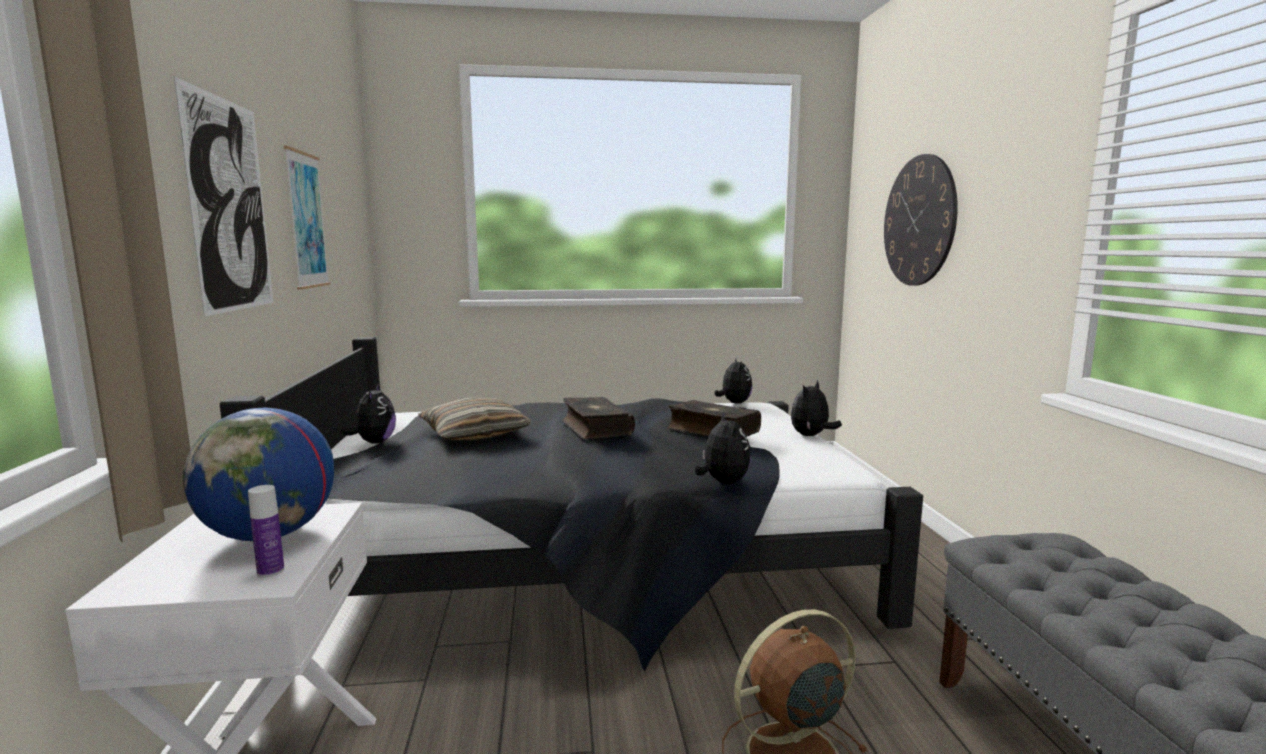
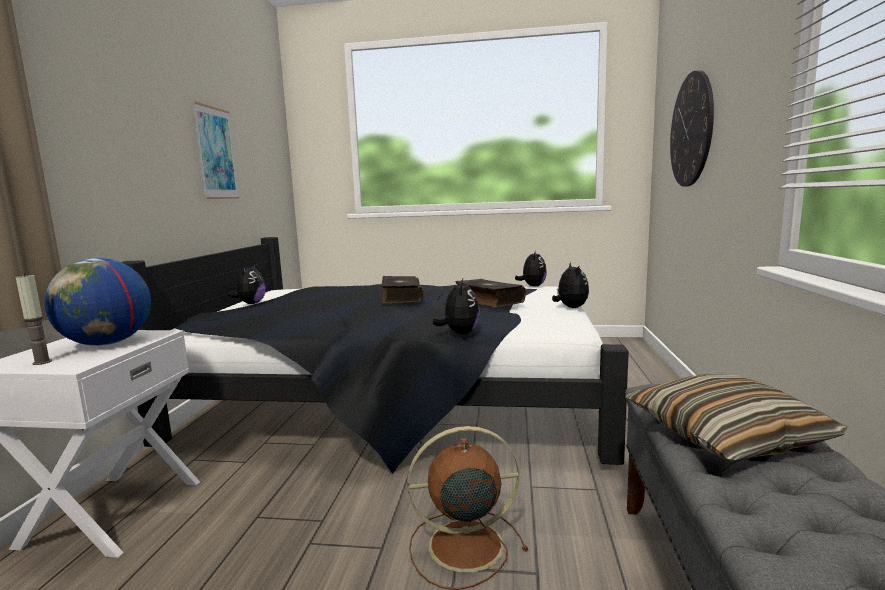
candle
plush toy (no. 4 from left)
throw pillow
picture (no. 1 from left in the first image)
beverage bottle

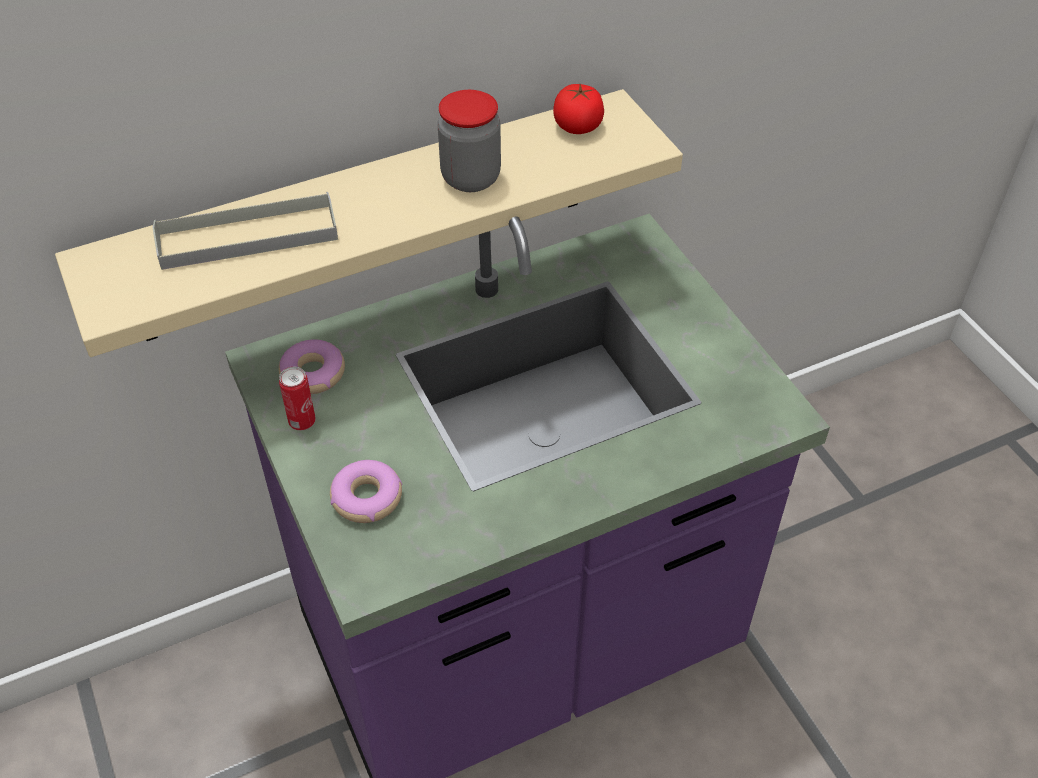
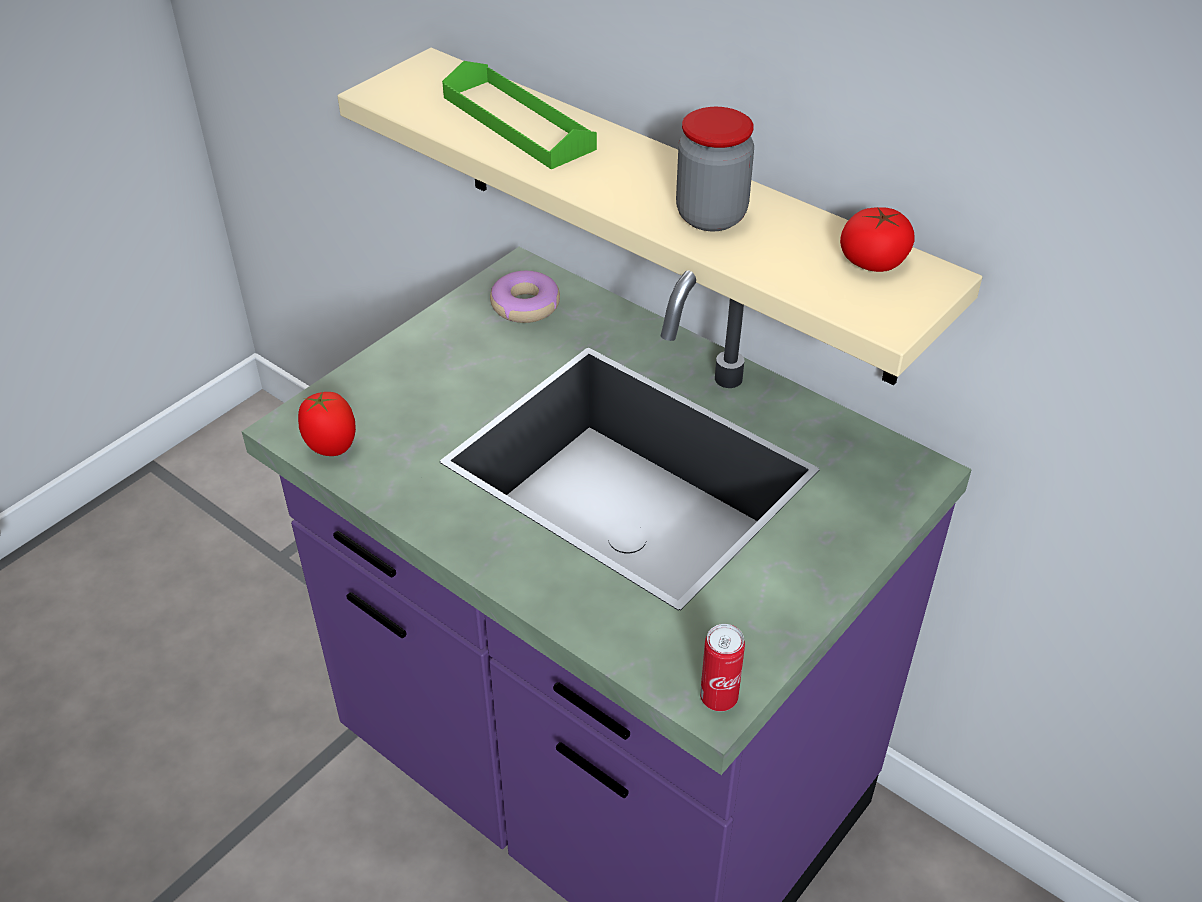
tomato (no. 1 from left)
green-coloured carrying tray
can
donut (no. 2 from left in the first image)

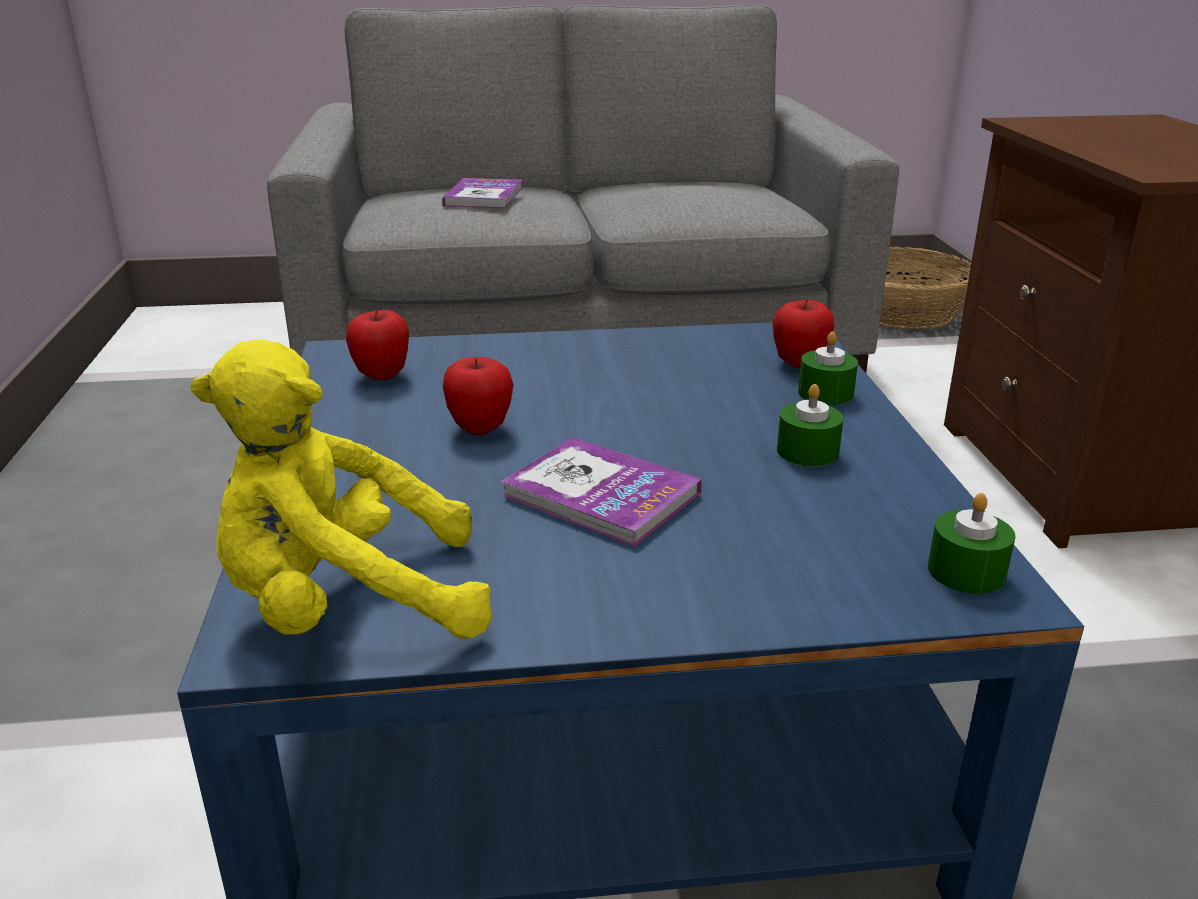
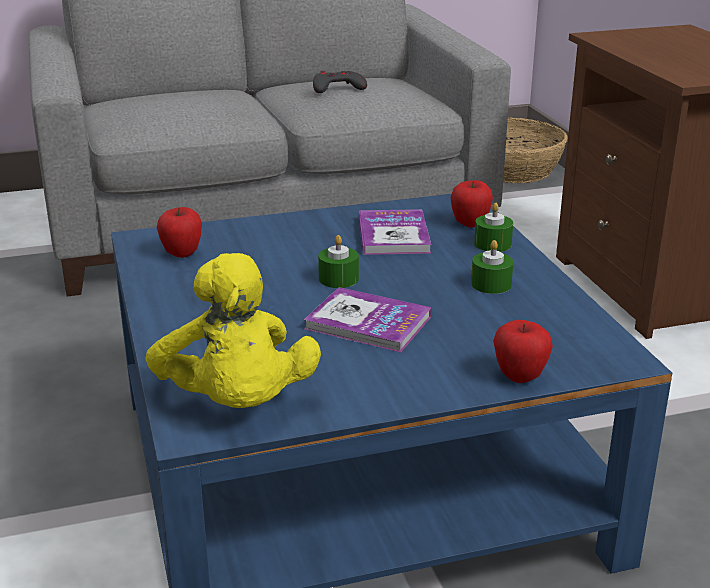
yellow-coloured plush toy
gray joypad
green-coloured candle (no. 1 from left)
volume (no. 2 from left)
apple fruit (no. 3 from left)

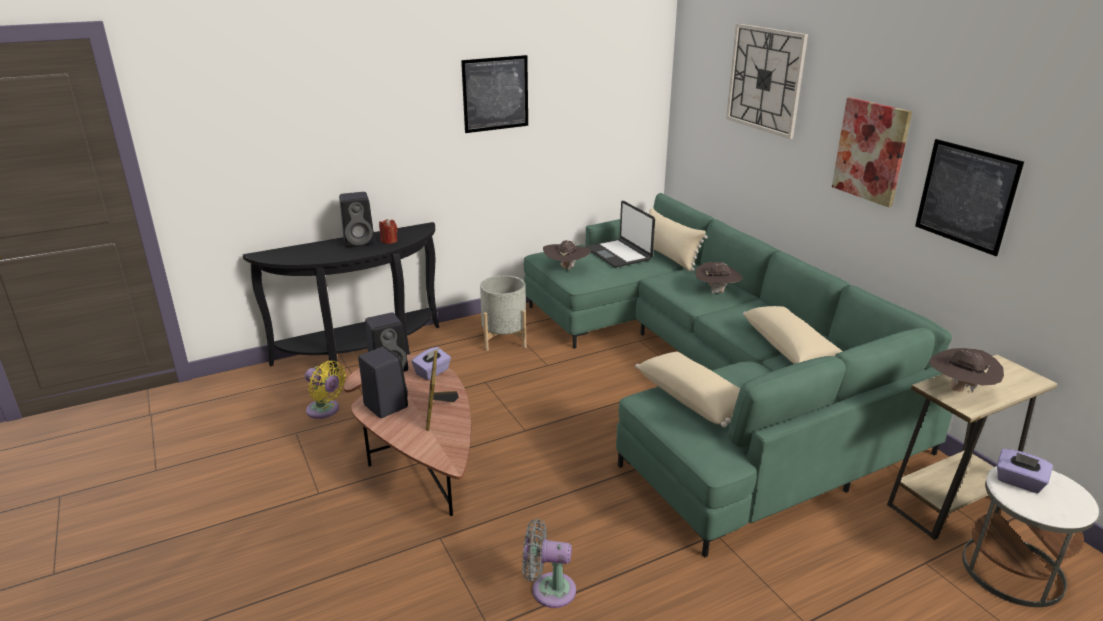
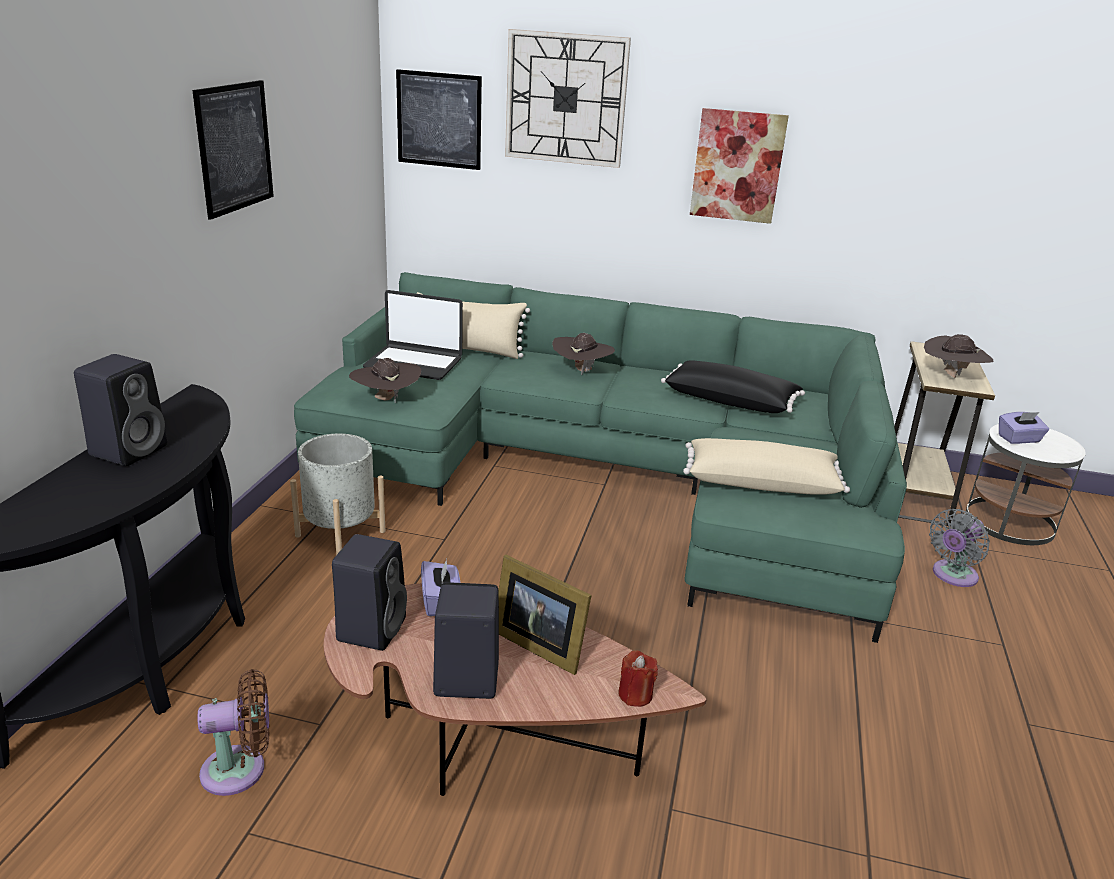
brown cooling fan
picture (no. 2 from left)
reddish candle
black throw pillow
gray cooling fan

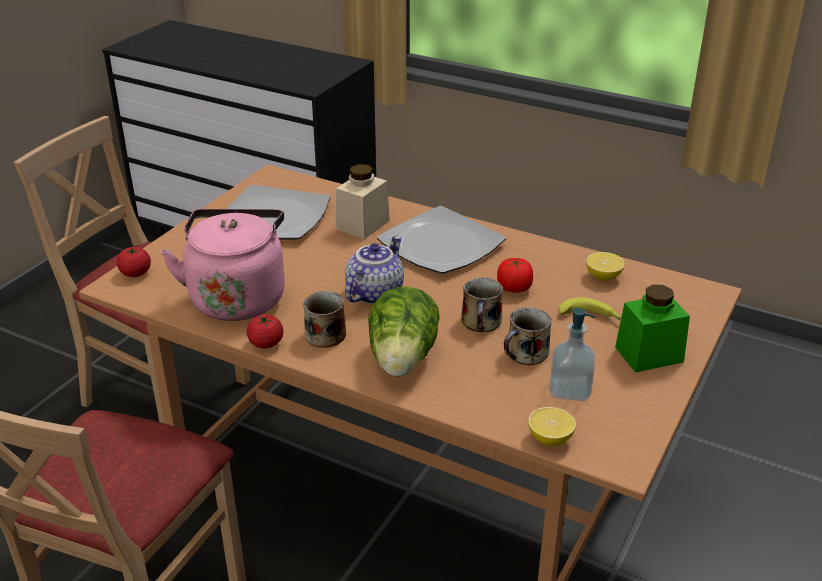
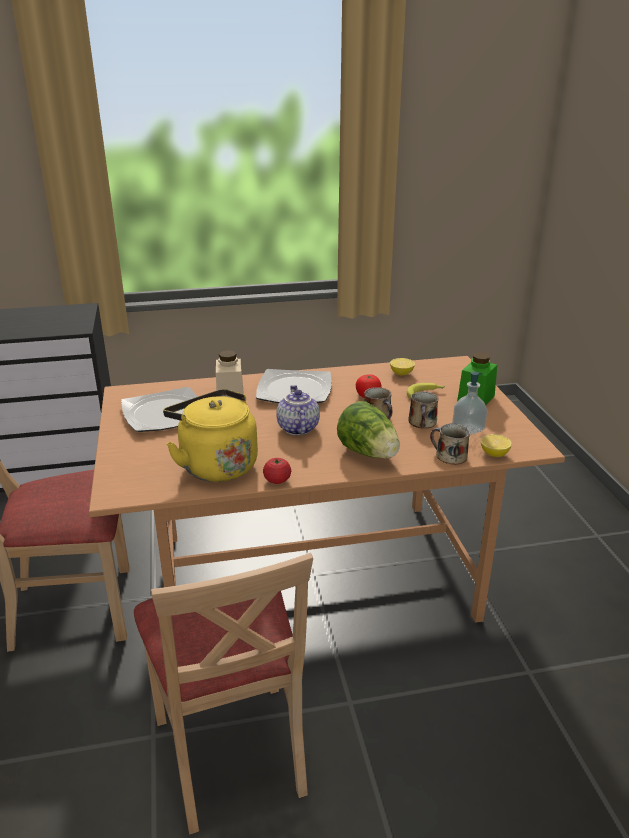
yellow-coloured kettle
coffee mug (no. 3 from left)
tomato (no. 1 from left in the first image)

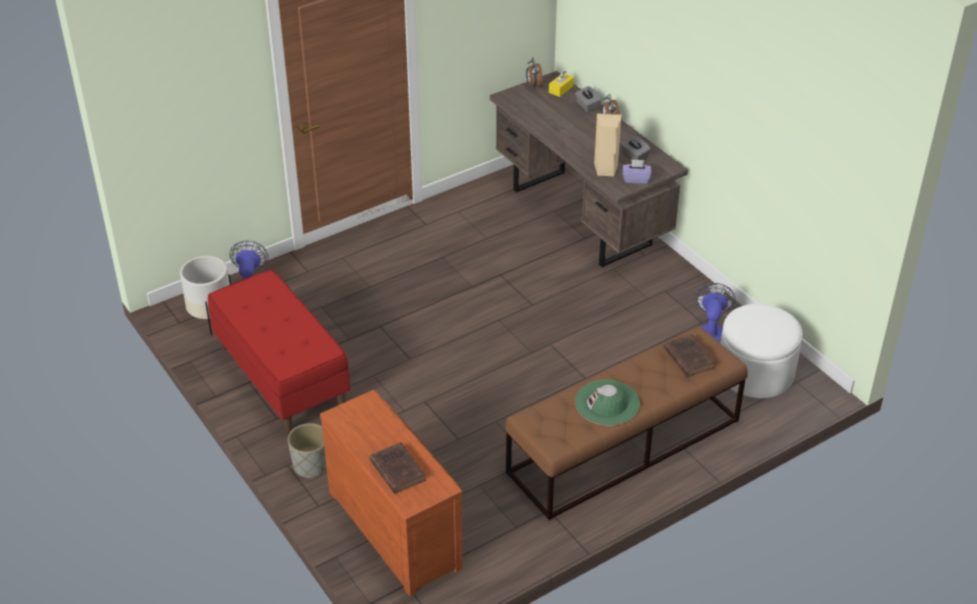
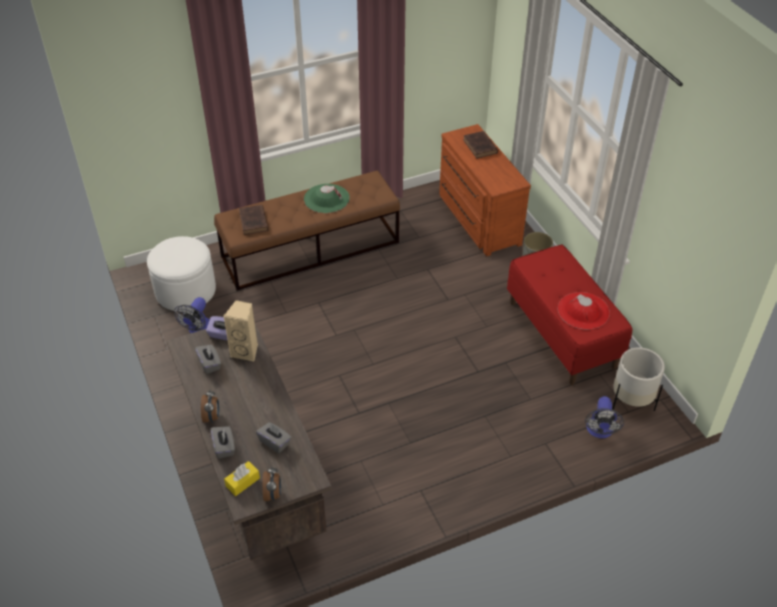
gray box of tissues (no. 3 from left)
reddish hat

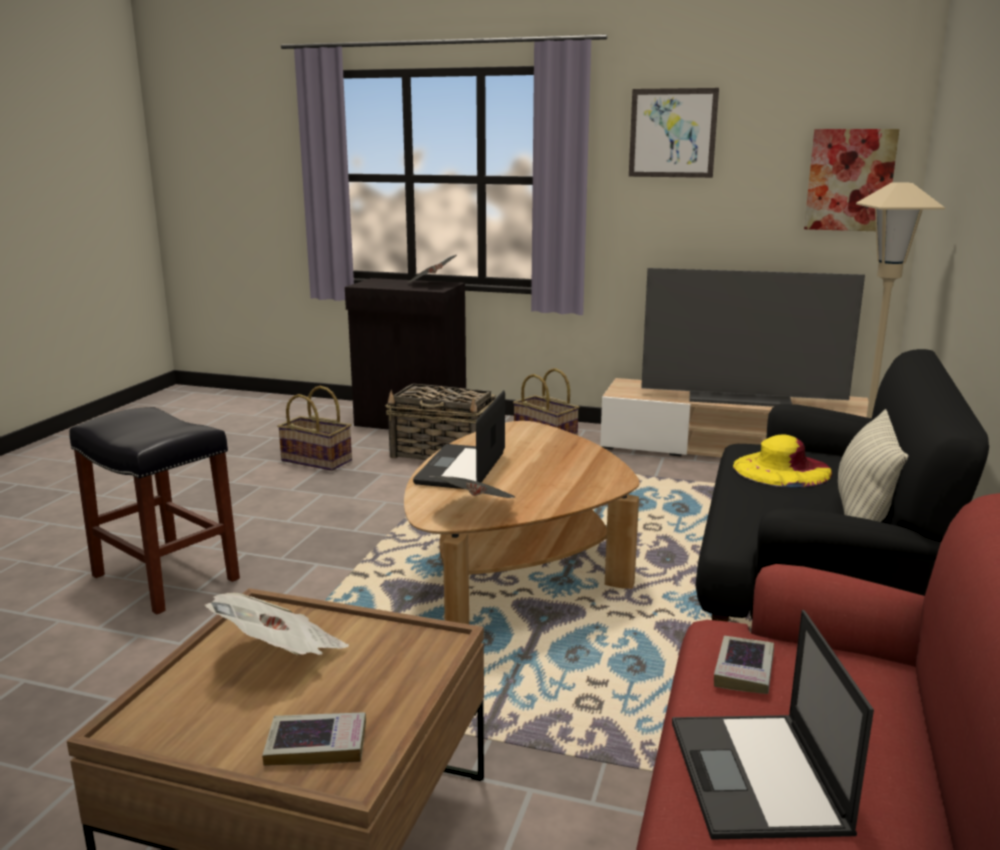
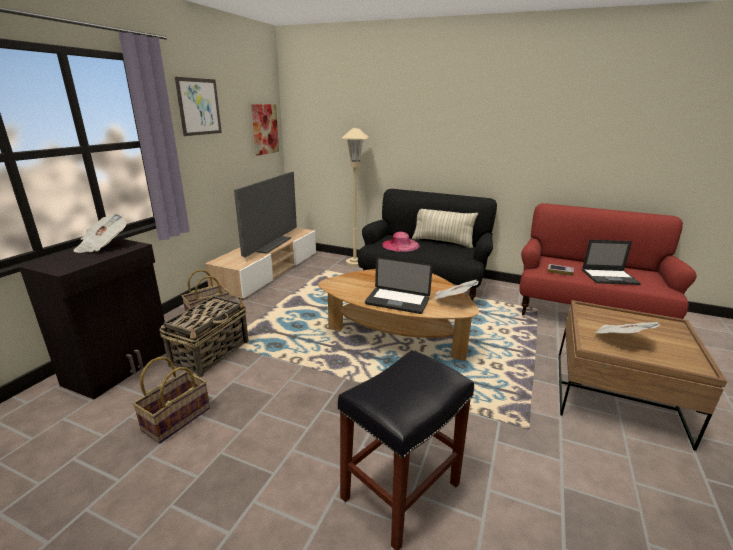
pinkish hat
volume (no. 1 from left in the first image)

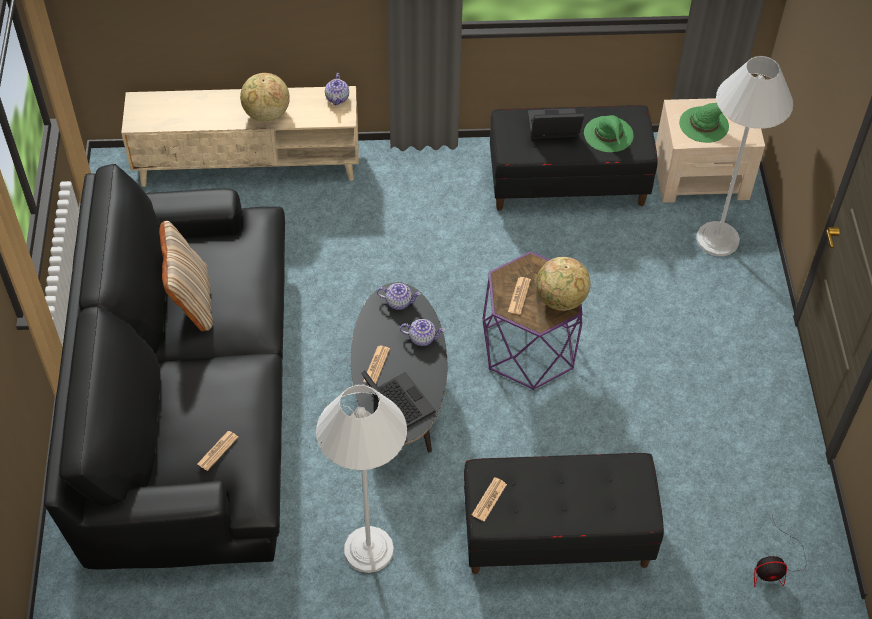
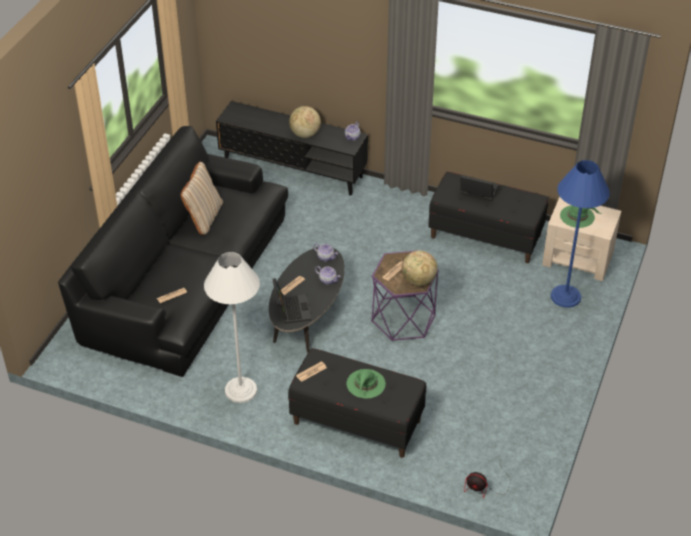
black tv unit
green-coloured hat (no. 1 from left)
blue standard lamp

